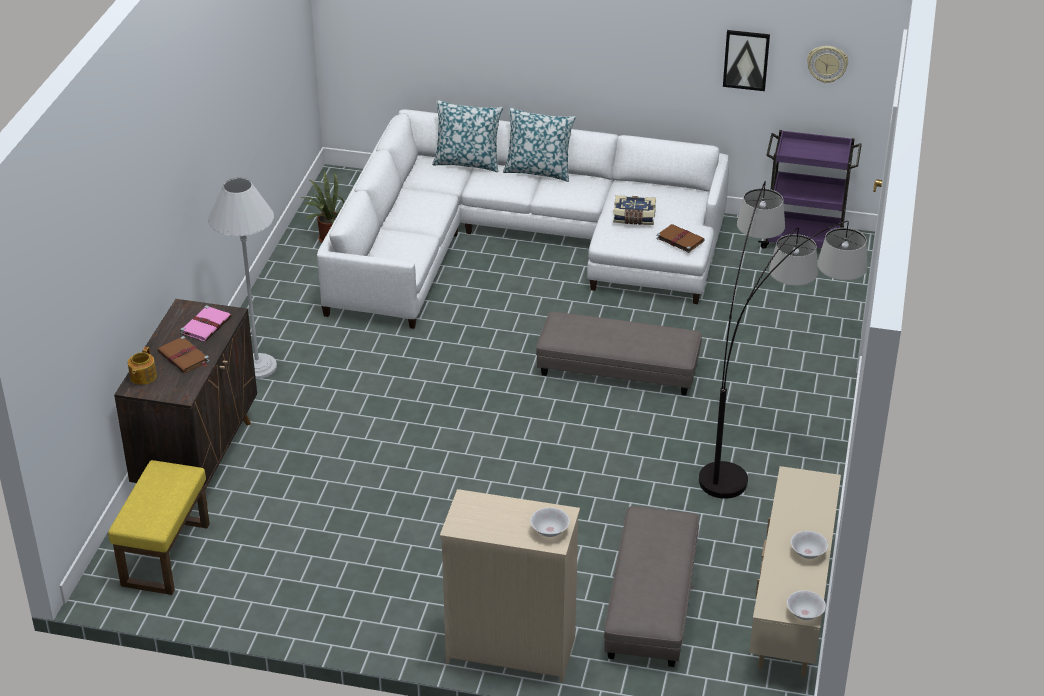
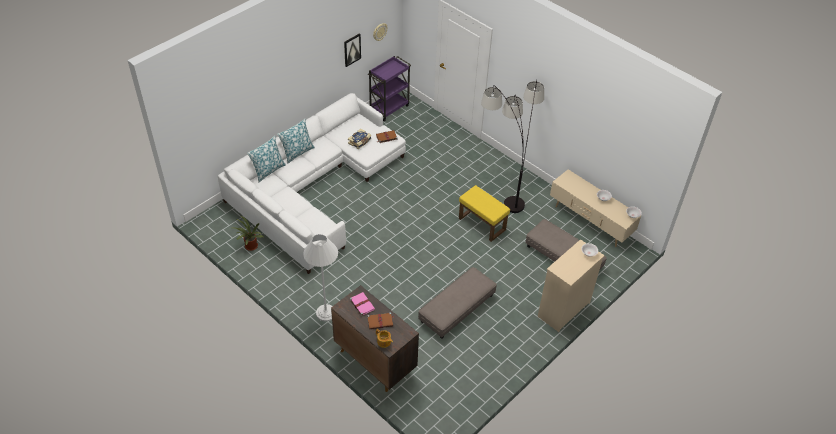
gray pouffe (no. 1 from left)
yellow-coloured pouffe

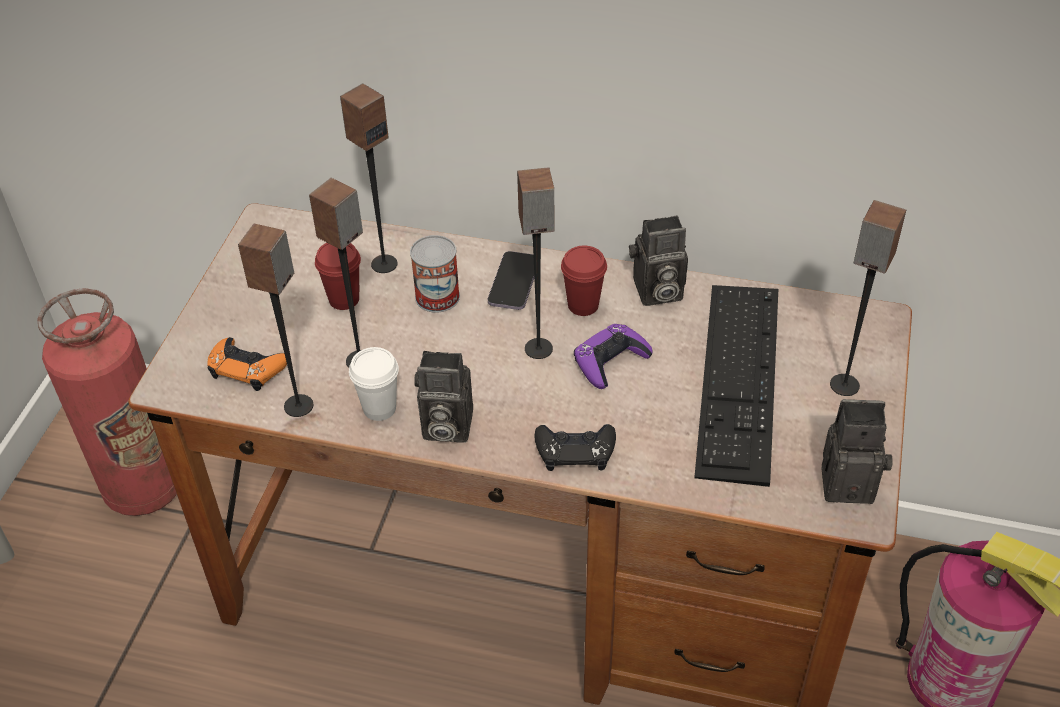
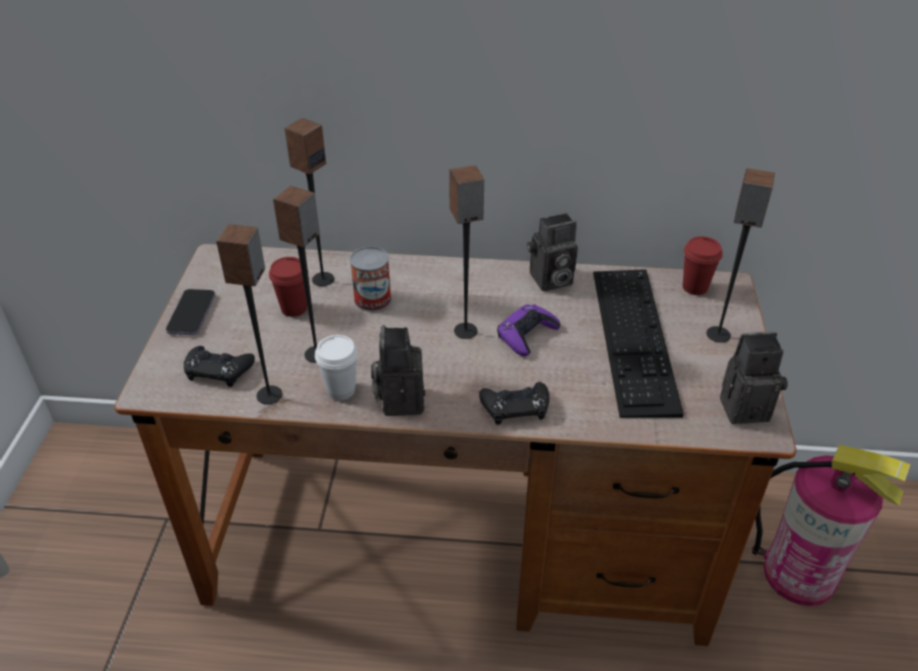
phone
black joypad (no. 1 from left)
photo camera (no. 1 from left)
reddish small cup (no. 2 from left)
extinguisher (no. 1 from left in the first image)

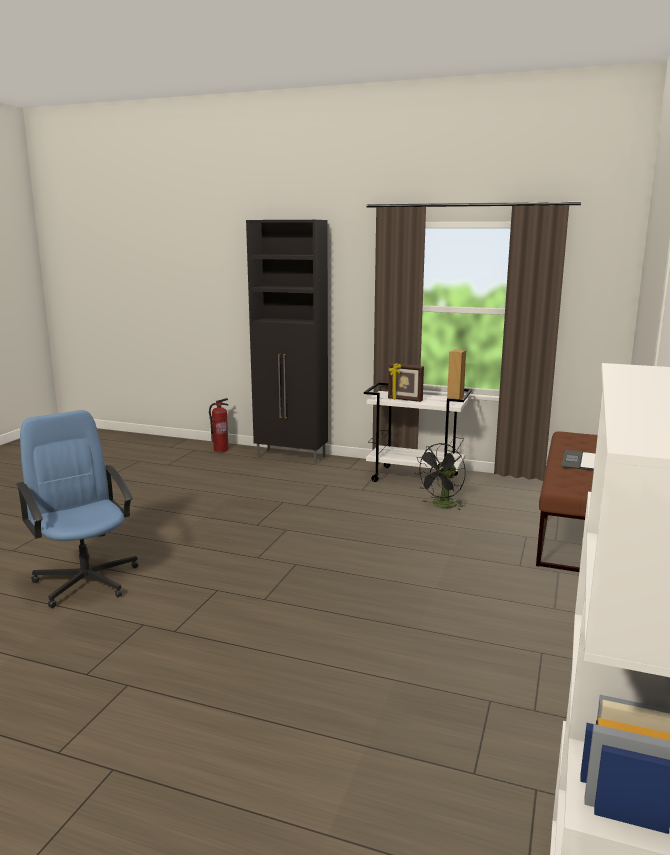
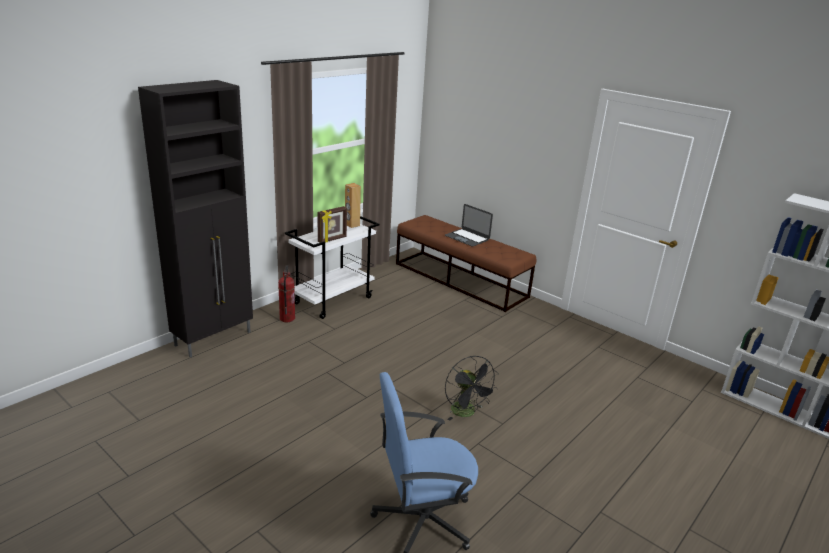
extinguisher
black cooling fan

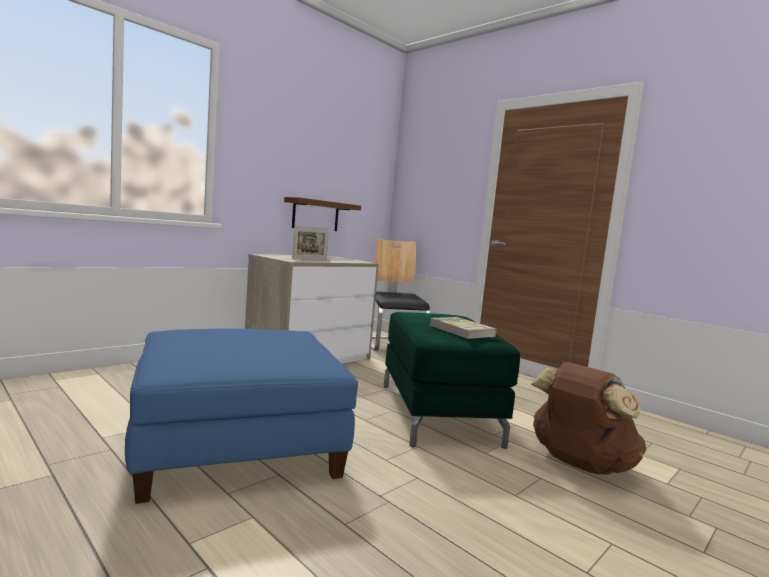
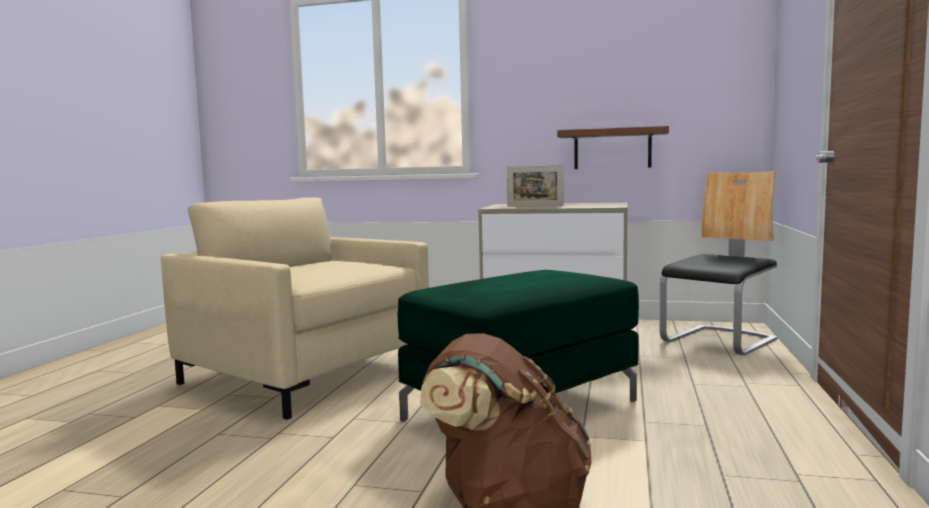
beige easy chair
volume

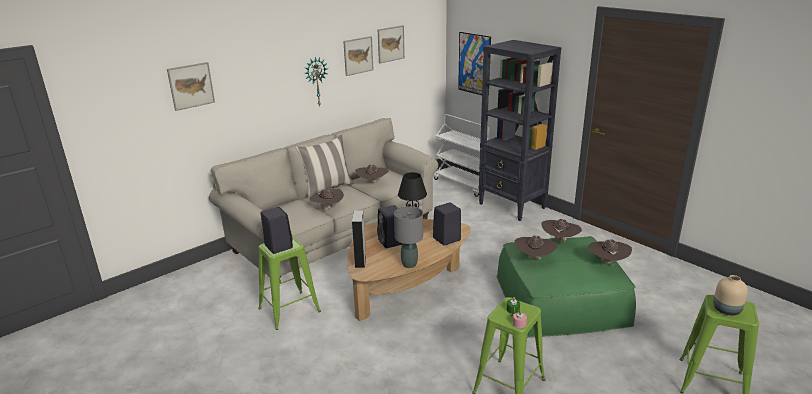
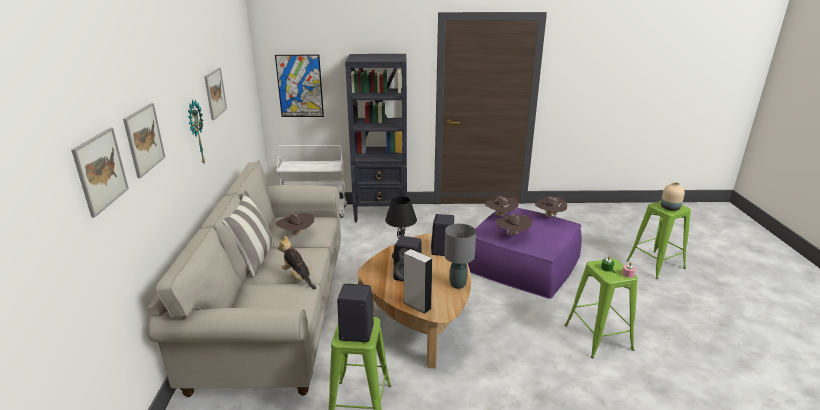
picture (no. 2 from left)
plush toy
purple pouffe

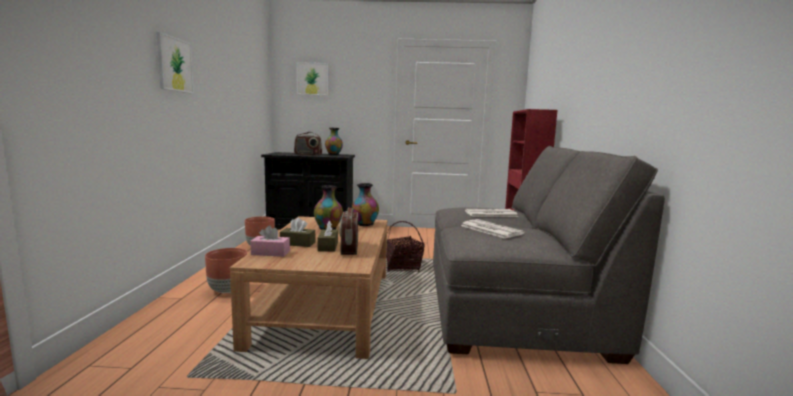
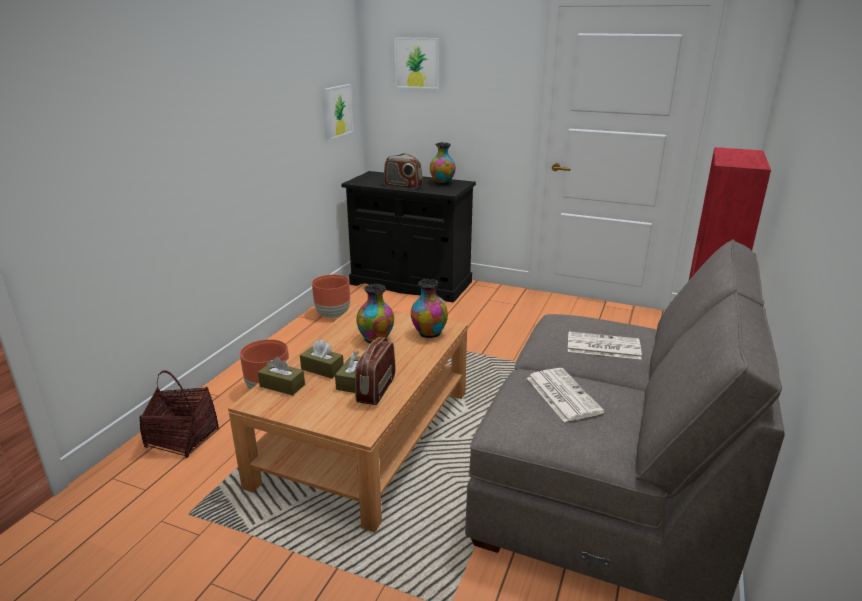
storage basket
brown box of tissues (no. 1 from left)
picture (no. 1 from left)

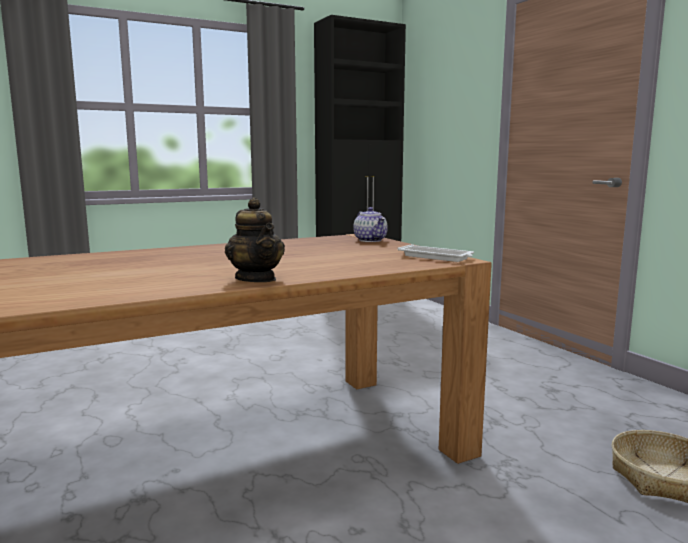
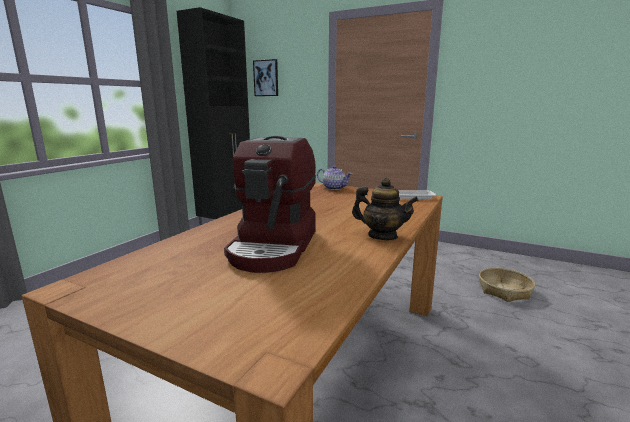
coffee machine
picture

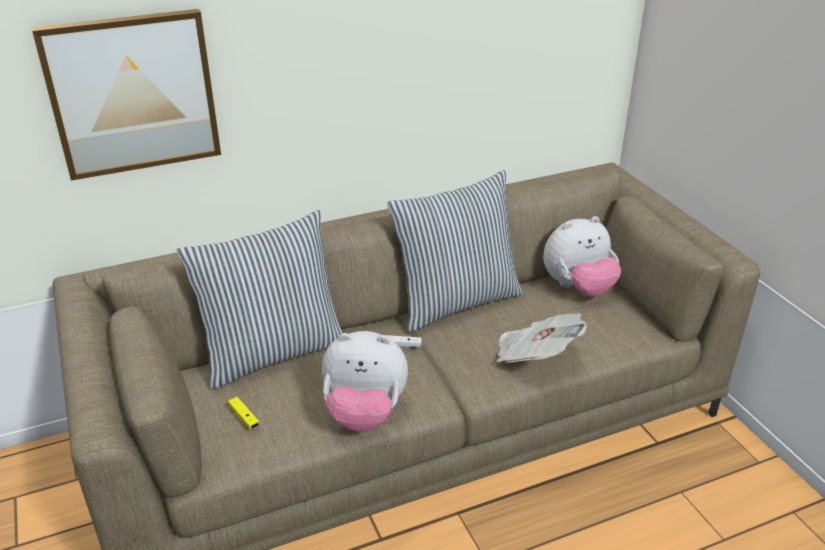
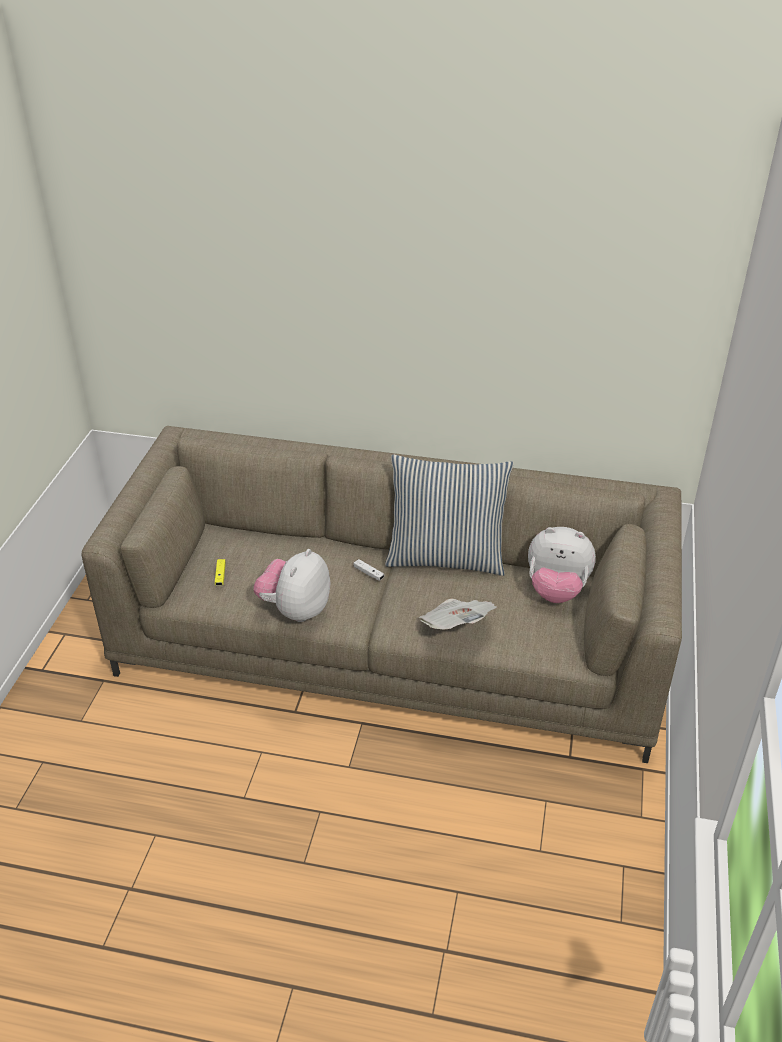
plush toy (no. 1 from left)
picture
throw pillow (no. 1 from left in the first image)

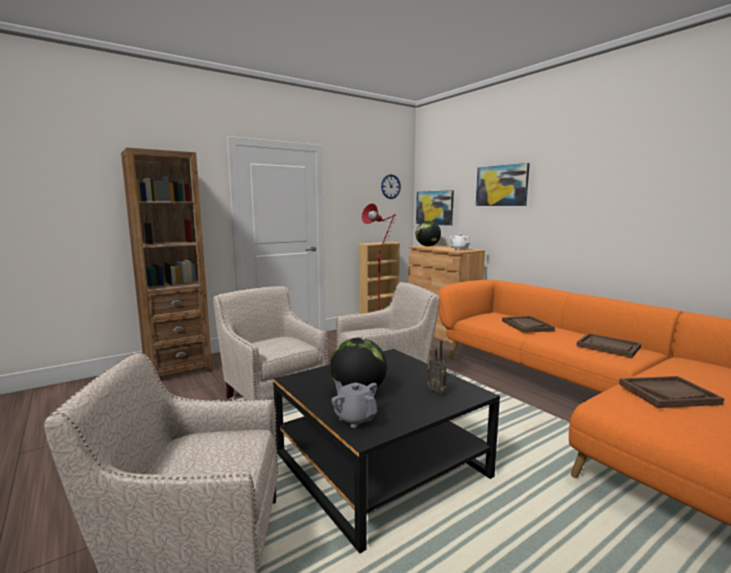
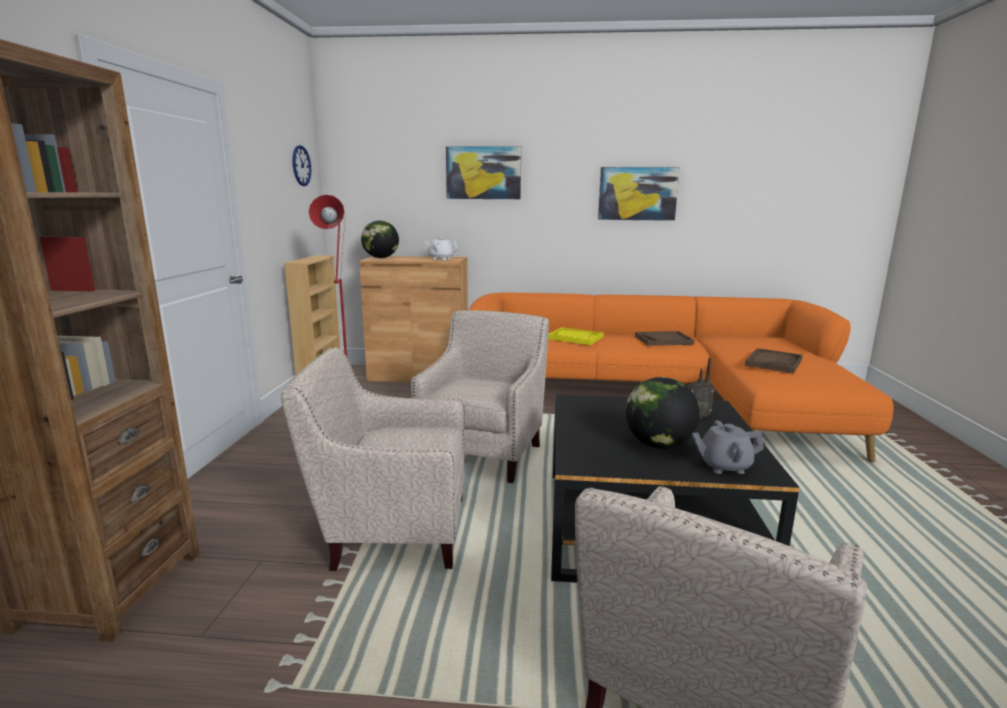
yellow-coloured carrying tray
picture (no. 2 from left)

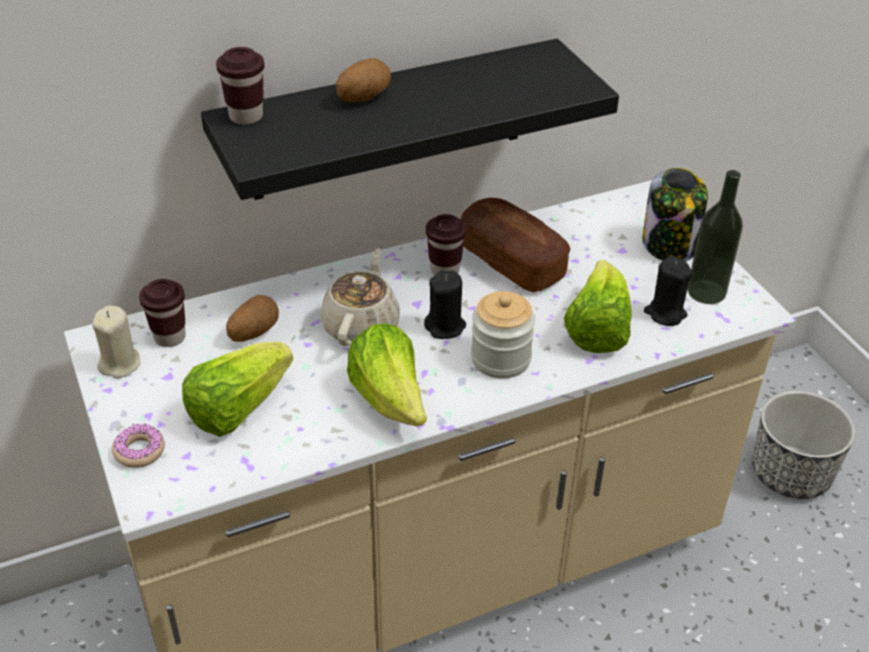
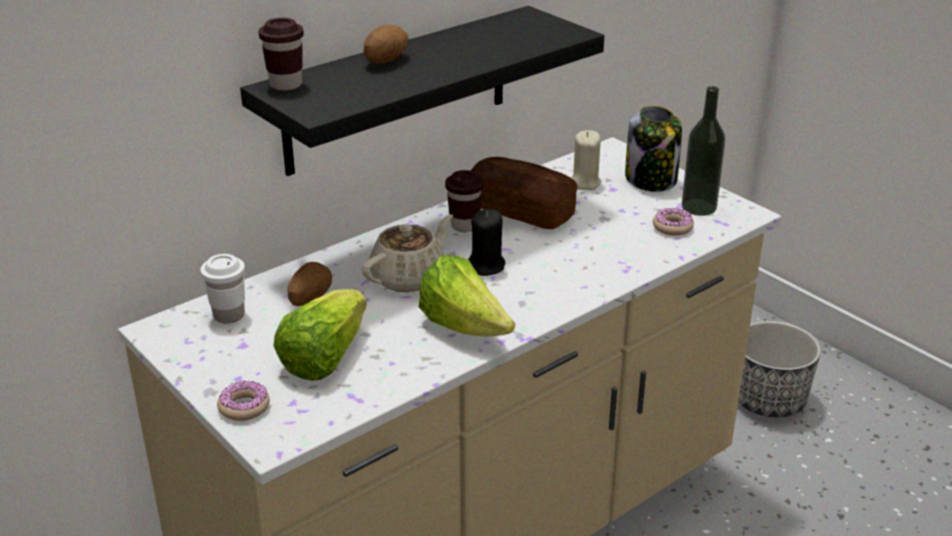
white-coloured small cup
beige tea pot
beige candle
donut (no. 2 from left)
storage jar (no. 1 from left in the first image)
lettuce head (no. 3 from left in the first image)

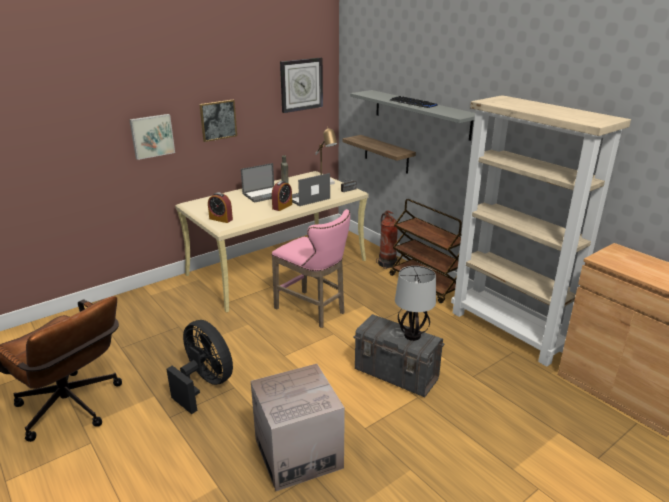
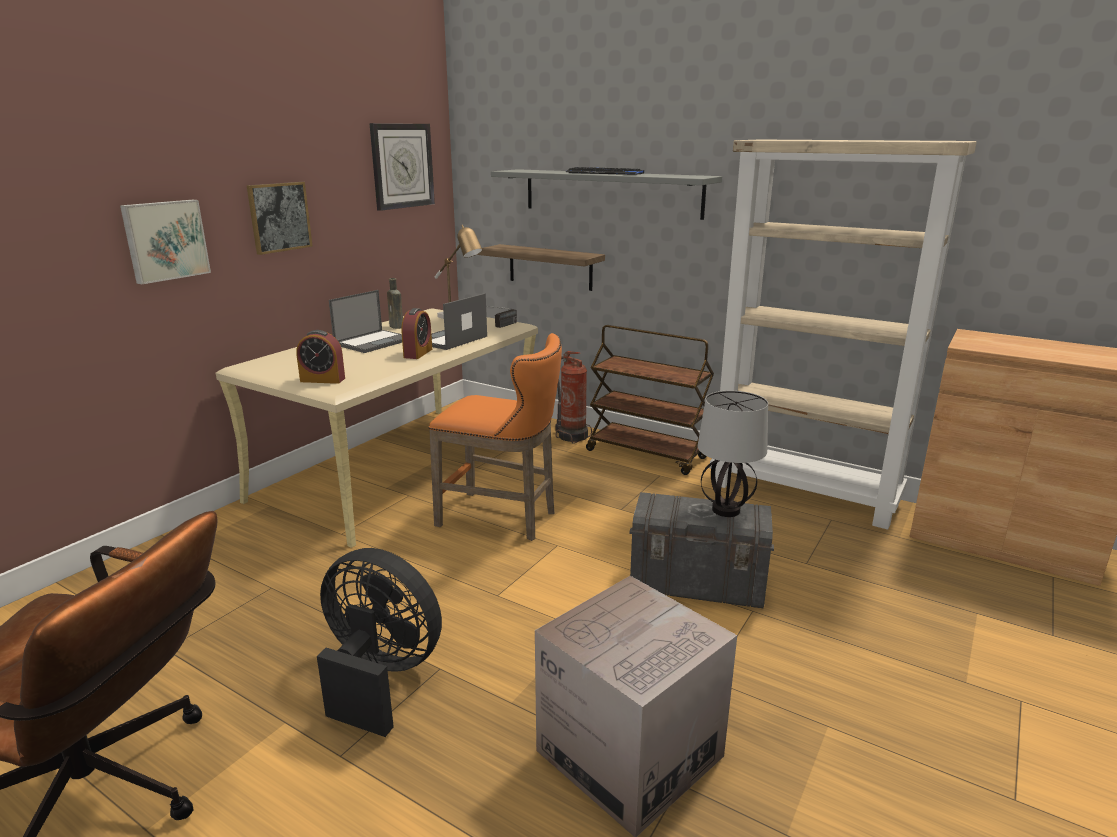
orange-coloured stool seat

